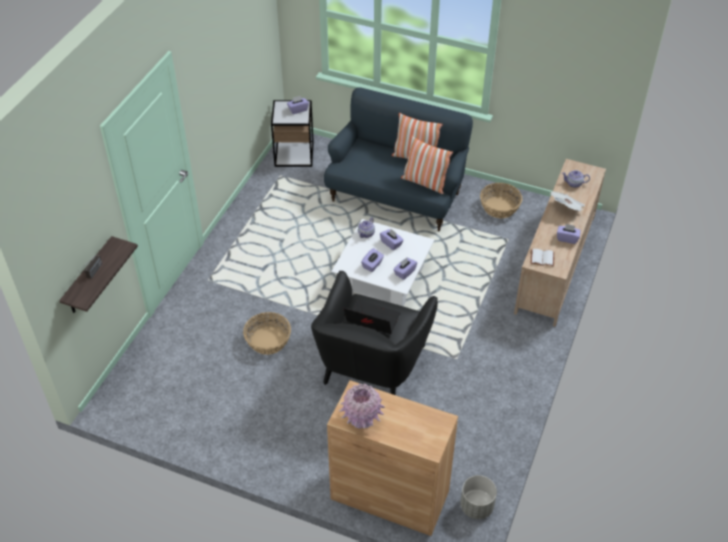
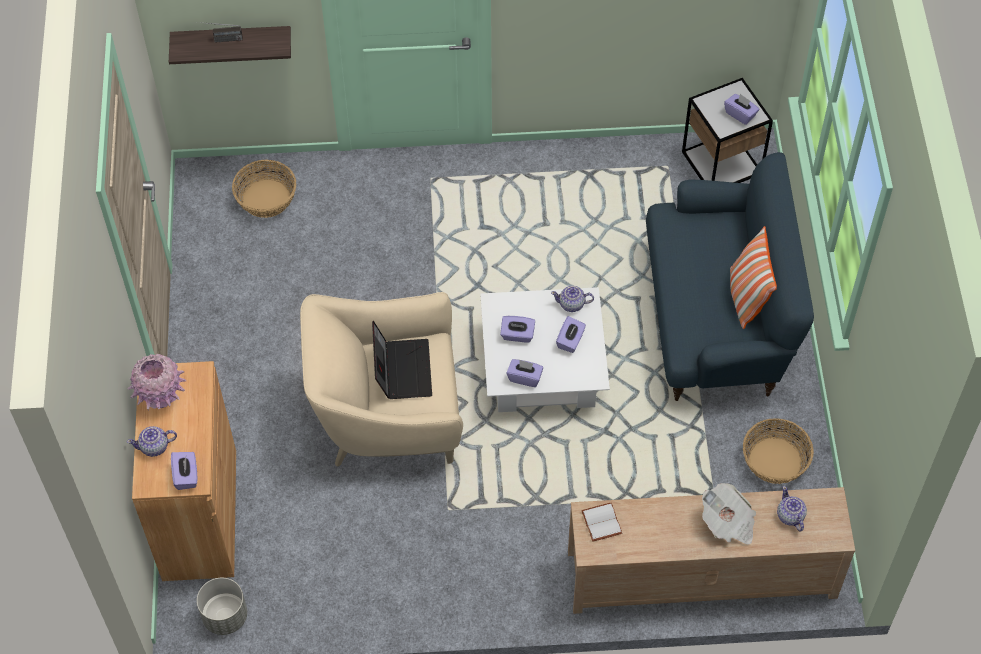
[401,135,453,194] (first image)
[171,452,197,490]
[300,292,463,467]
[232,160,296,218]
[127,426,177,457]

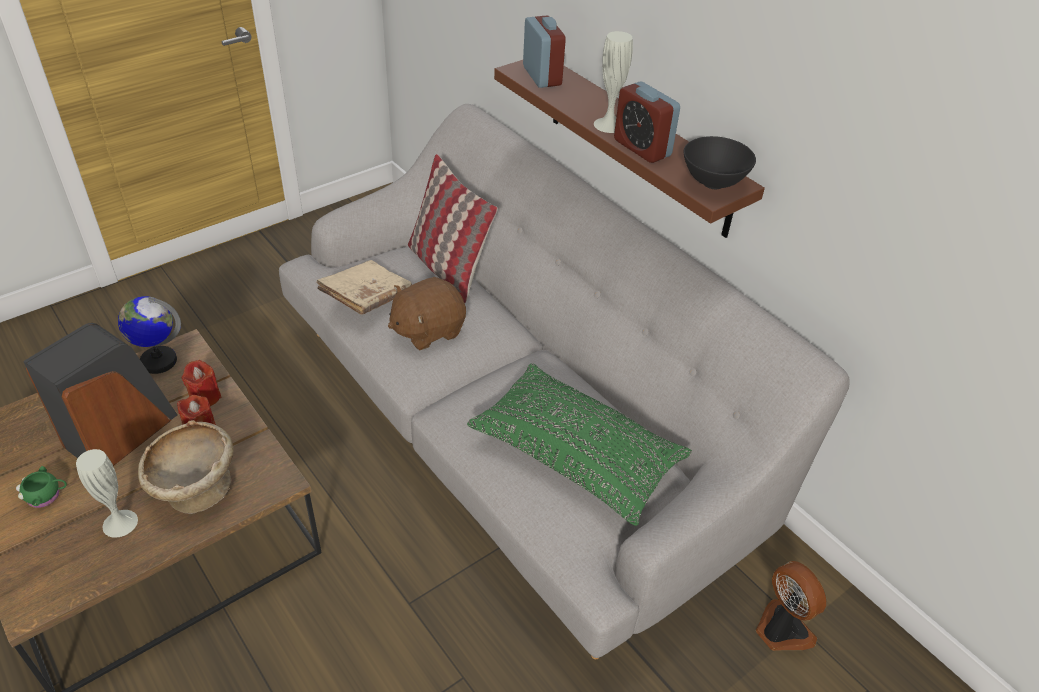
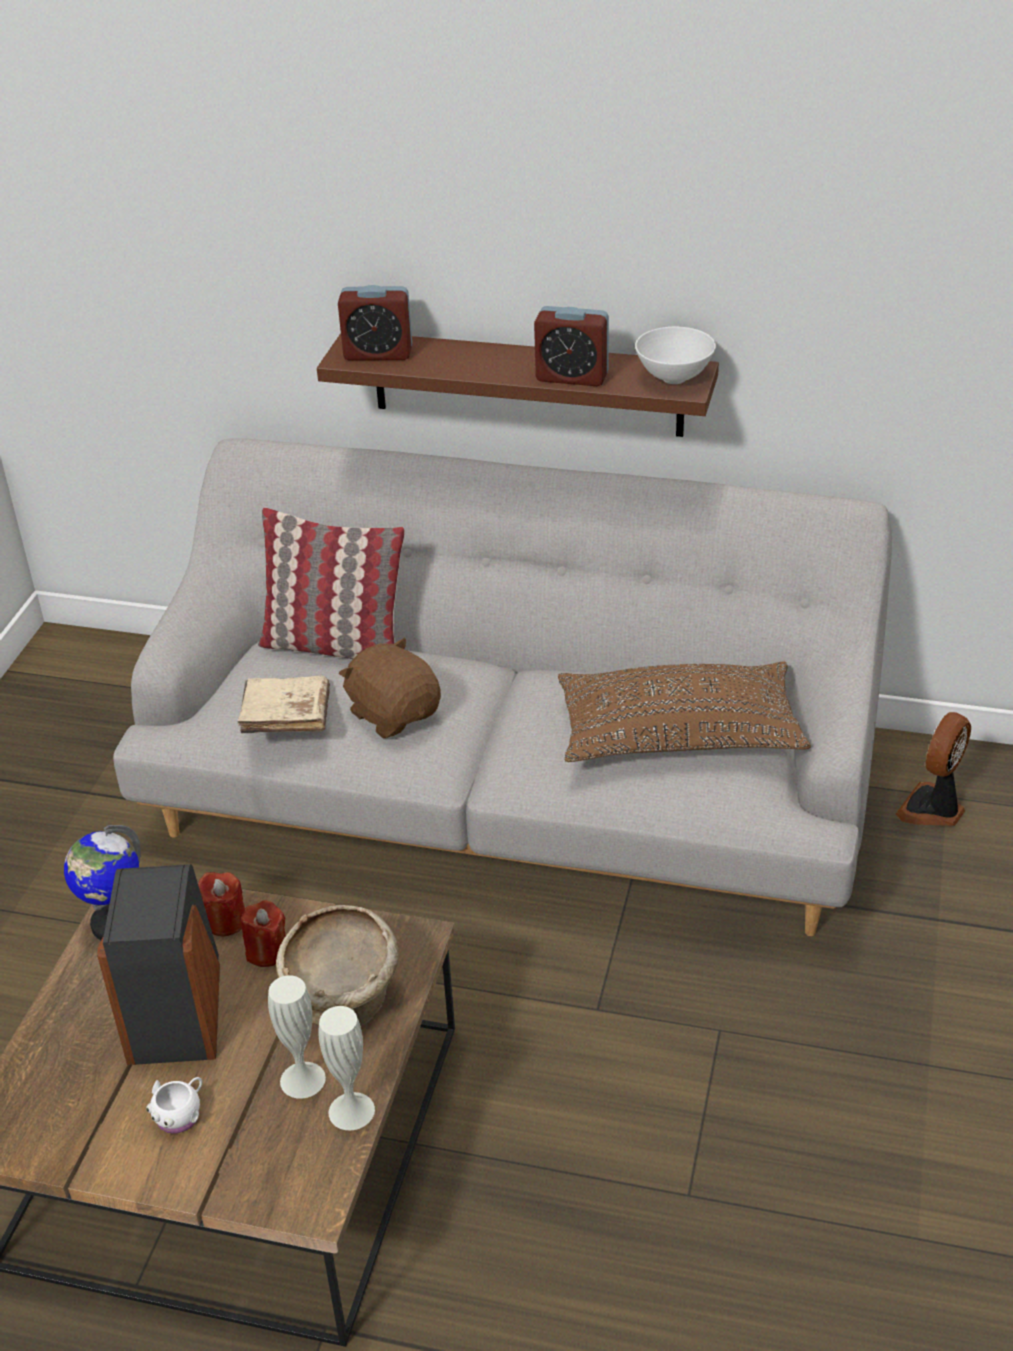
[338,285,412,361]
[319,1006,375,1131]
[635,327,716,384]
[339,637,441,739]
[558,662,811,762]
[146,1077,202,1134]
[896,712,971,826]

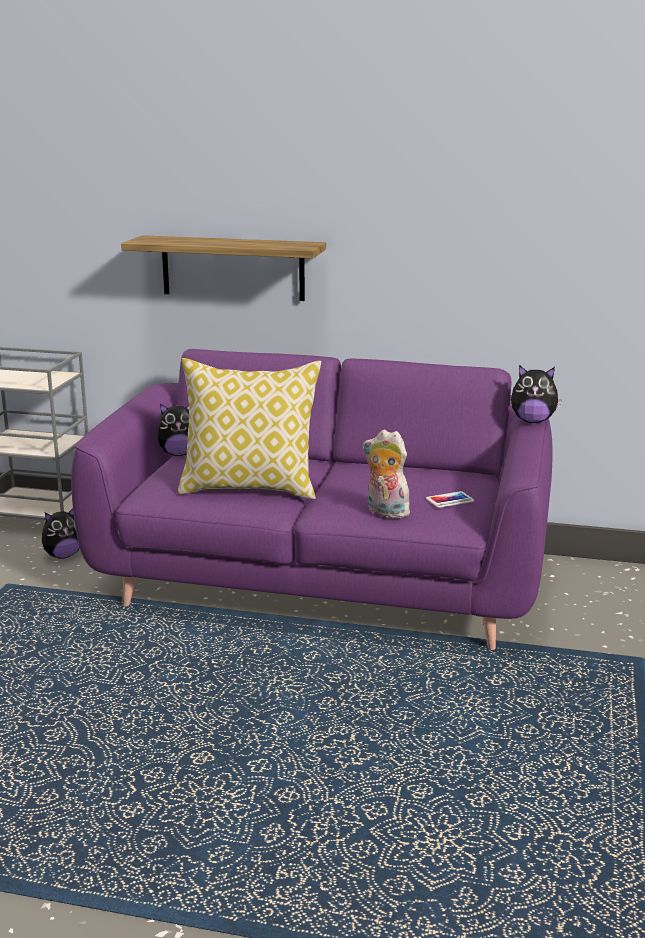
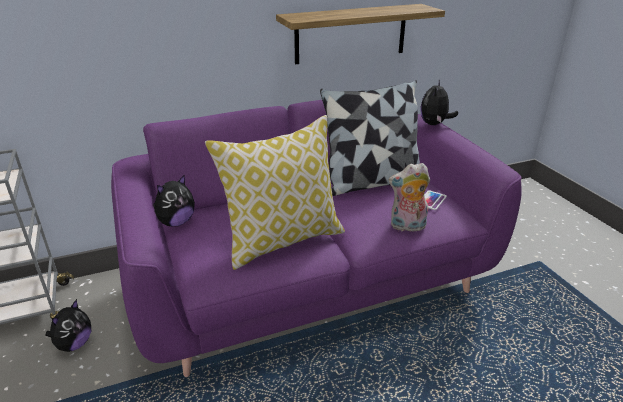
[276,4,445,64]
[420,80,458,125]
[320,80,420,196]

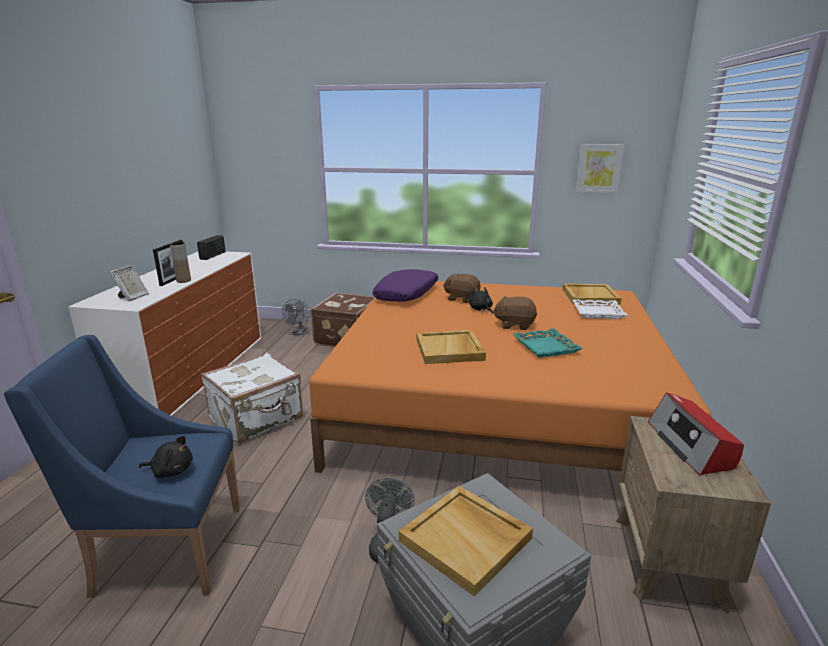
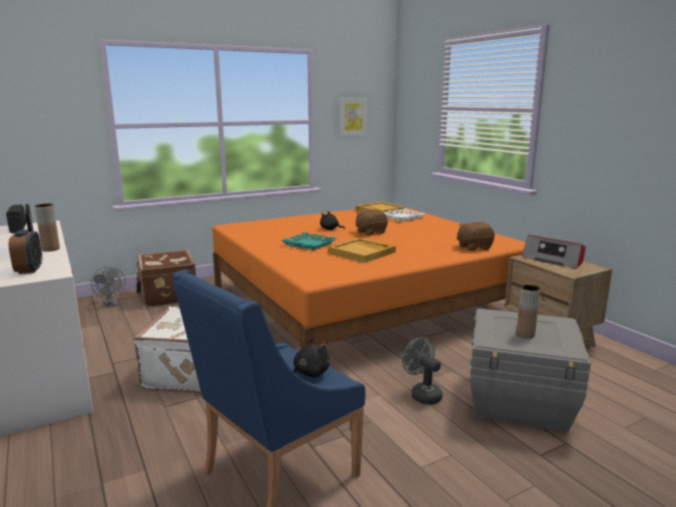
[8,229,42,274]
[373,269,438,302] (first image)
[456,222,495,251]
[281,232,336,250]
[516,285,540,338]

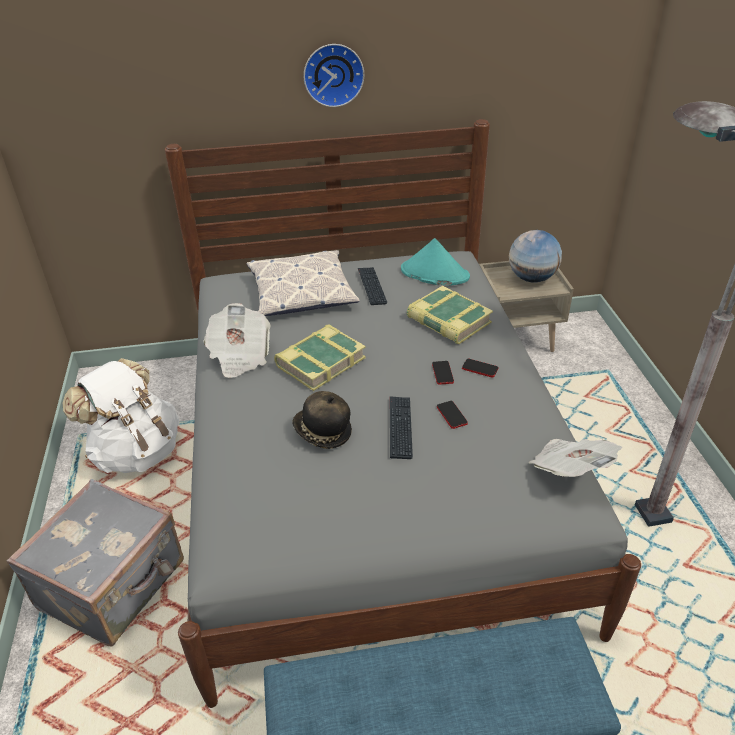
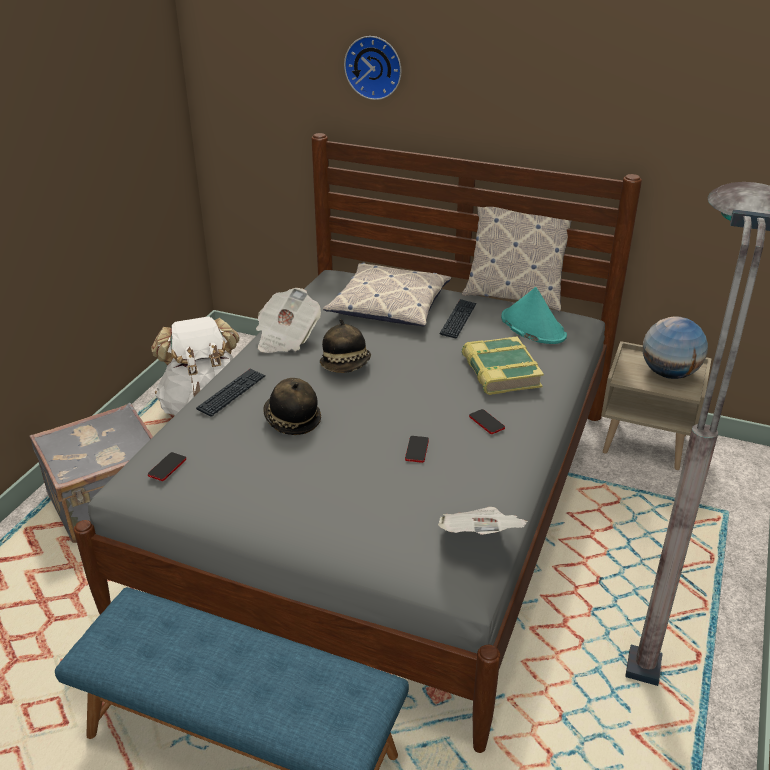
[344,36,401,100]
[320,319,371,373]
[148,452,186,481]
[196,368,266,417]
[462,207,572,312]

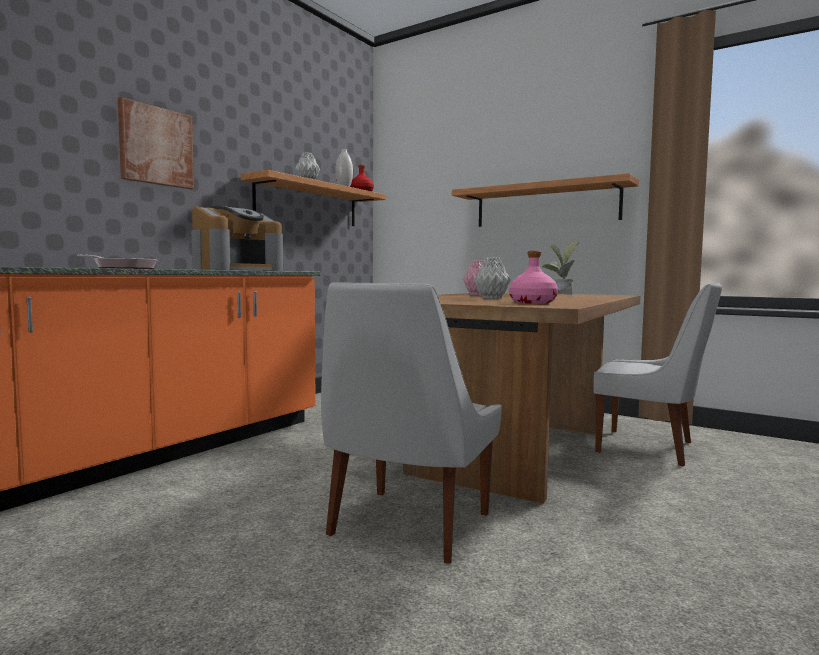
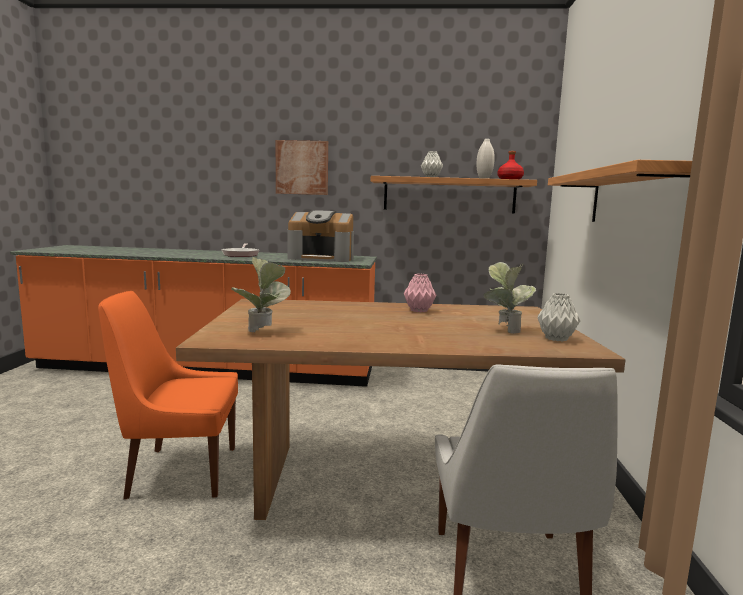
[231,257,291,332]
[538,293,580,341]
[98,291,238,499]

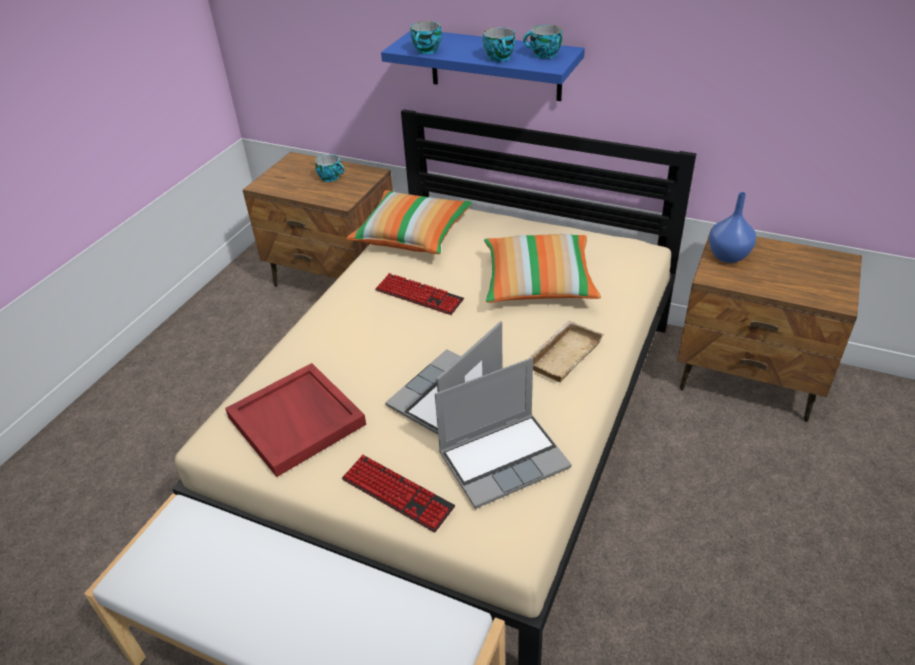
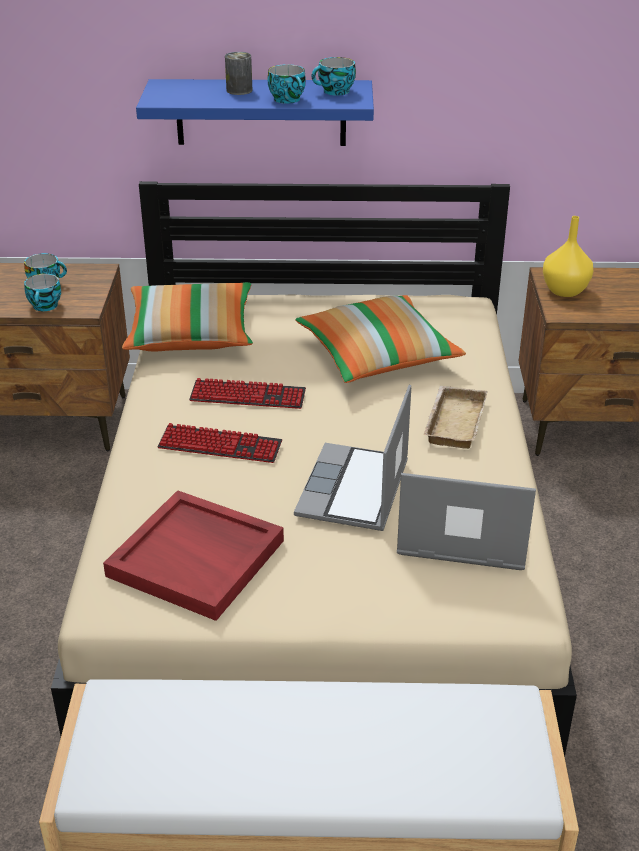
[24,274,61,311]
[543,216,593,297]
[397,473,536,570]
[157,423,282,463]
[225,52,252,95]

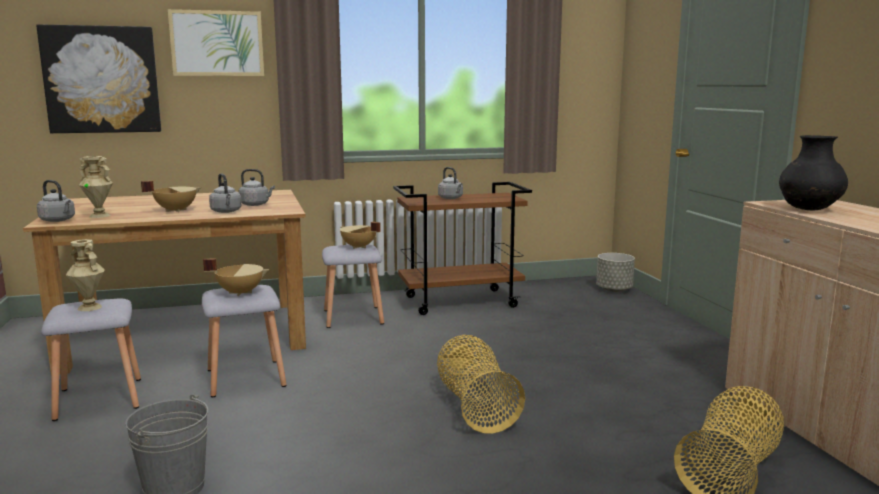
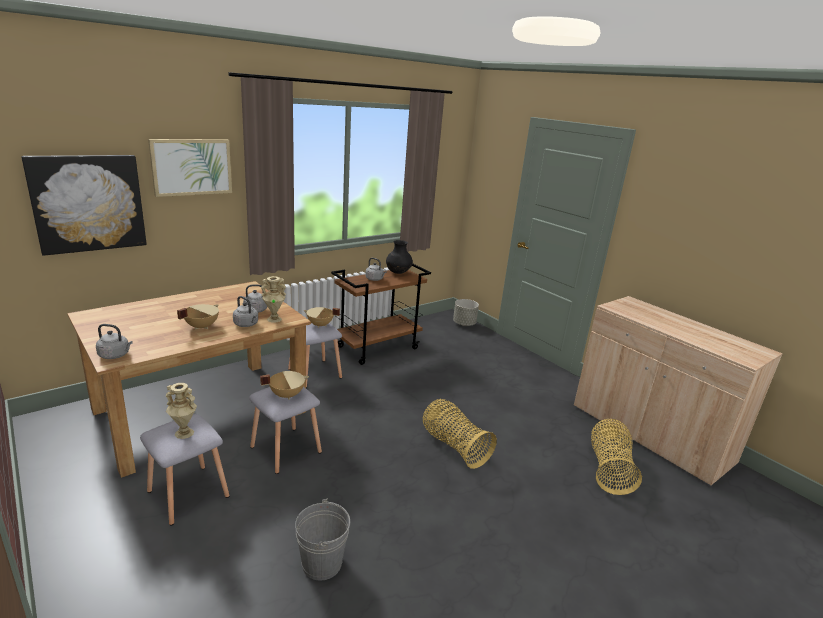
[386,240,413,274]
[261,276,286,323]

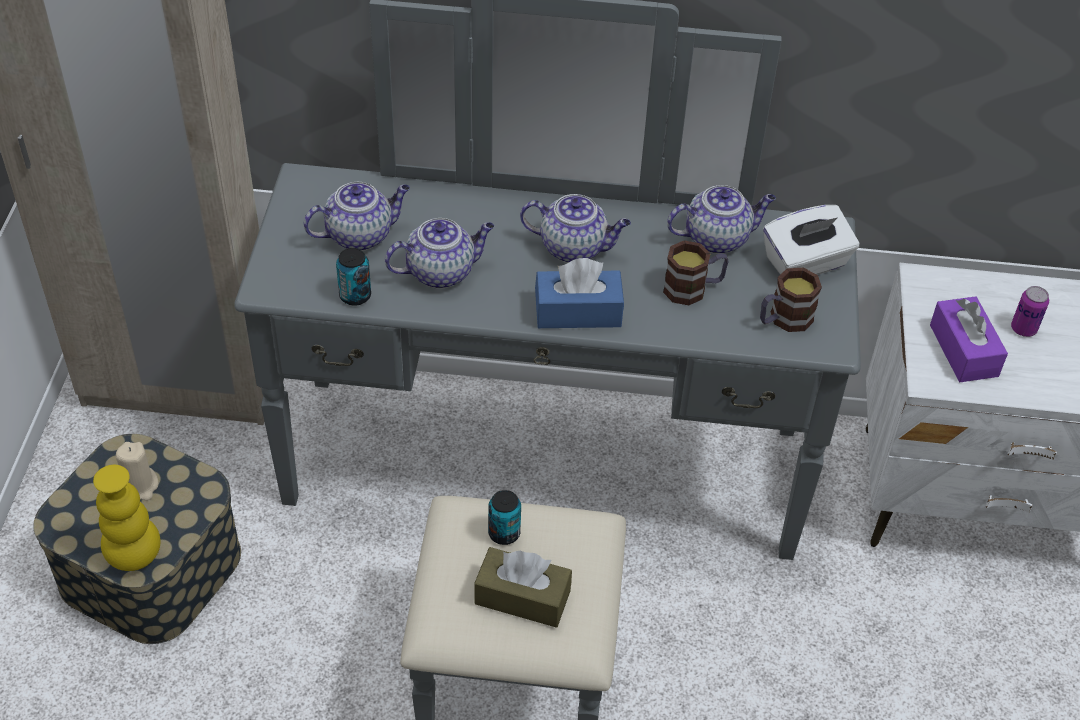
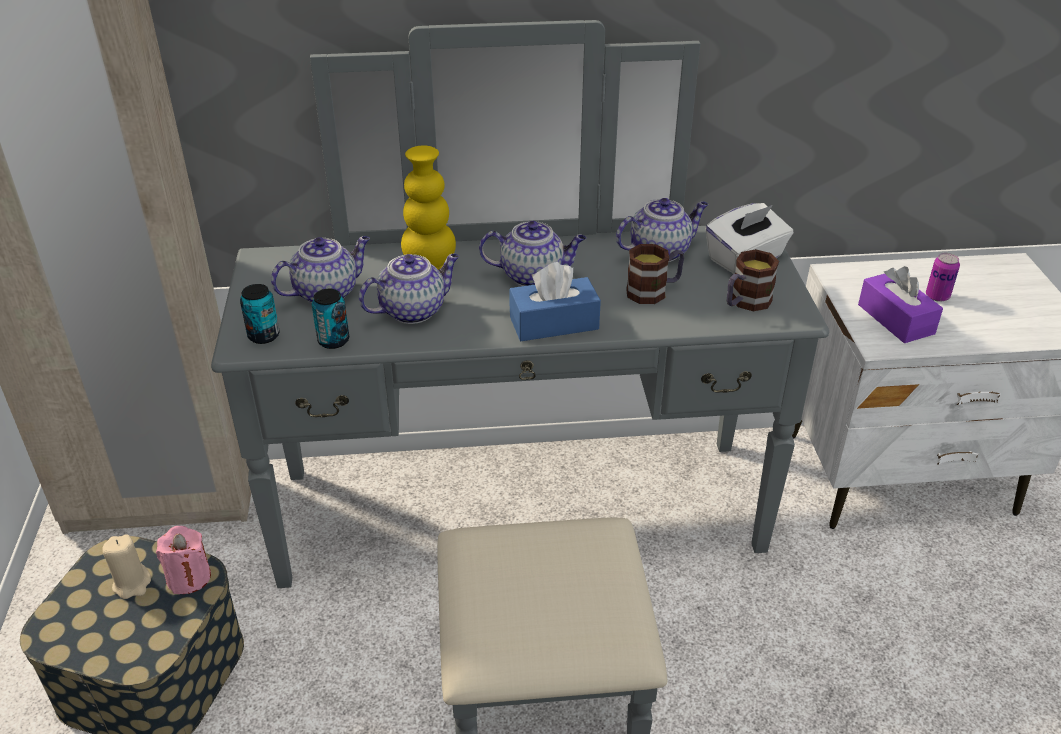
[401,145,456,270]
[240,284,280,344]
[474,547,572,628] (first image)
[156,526,211,594]

